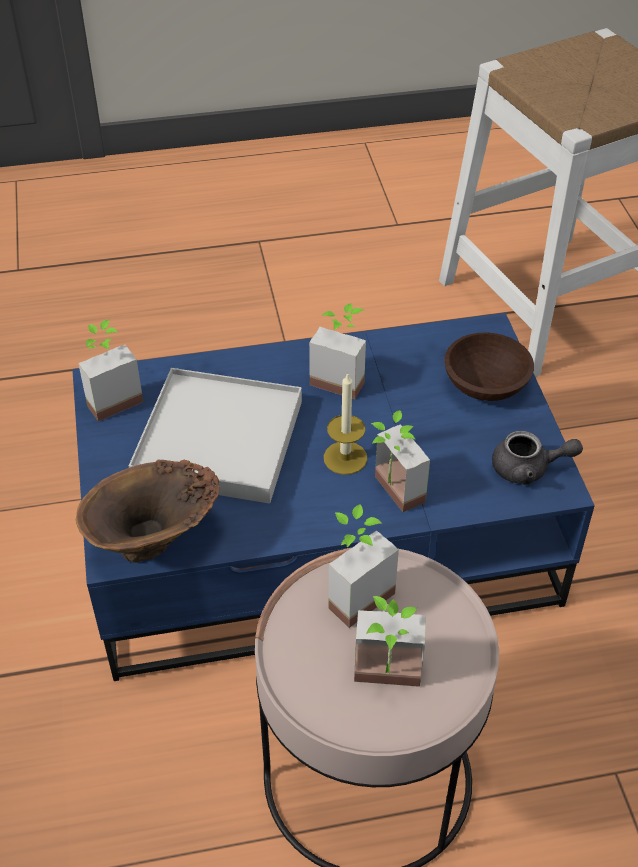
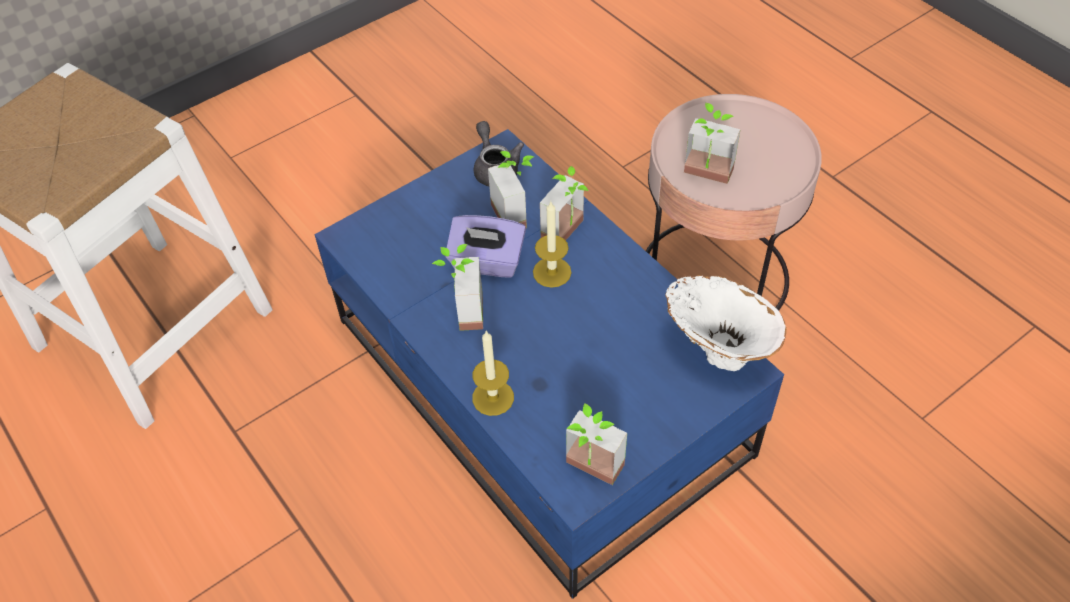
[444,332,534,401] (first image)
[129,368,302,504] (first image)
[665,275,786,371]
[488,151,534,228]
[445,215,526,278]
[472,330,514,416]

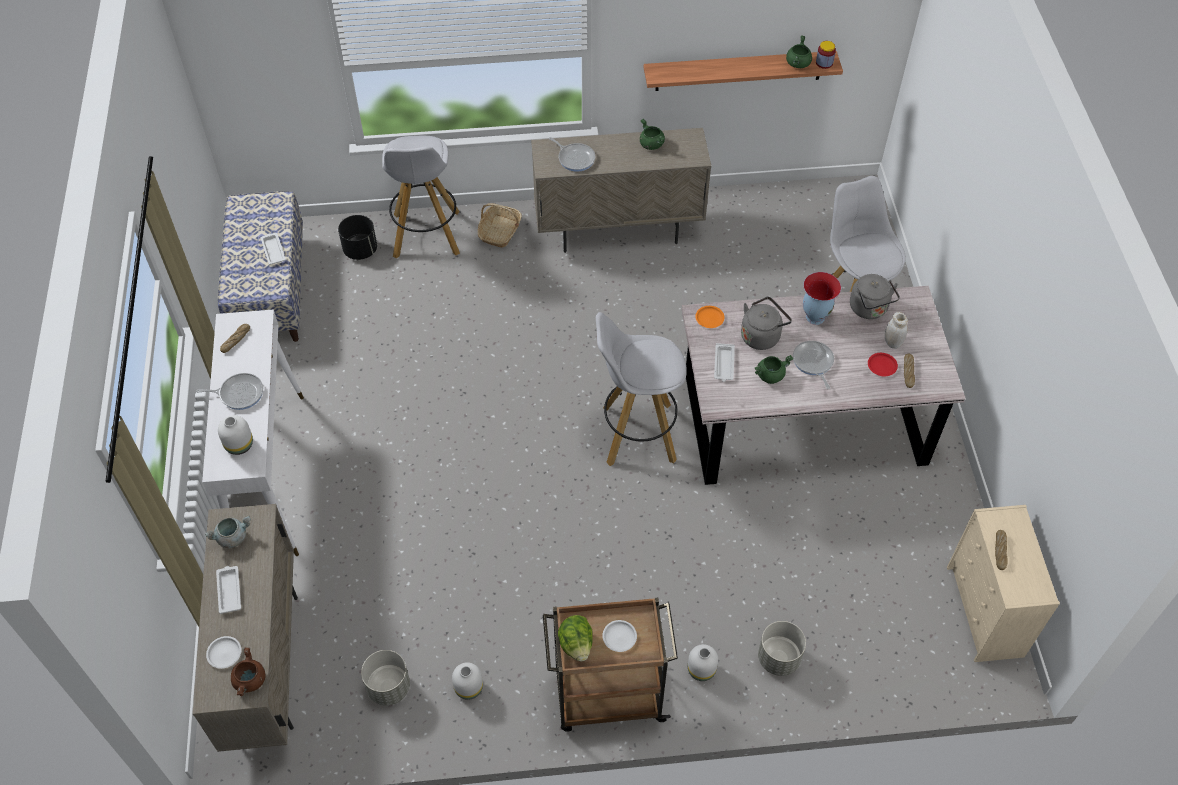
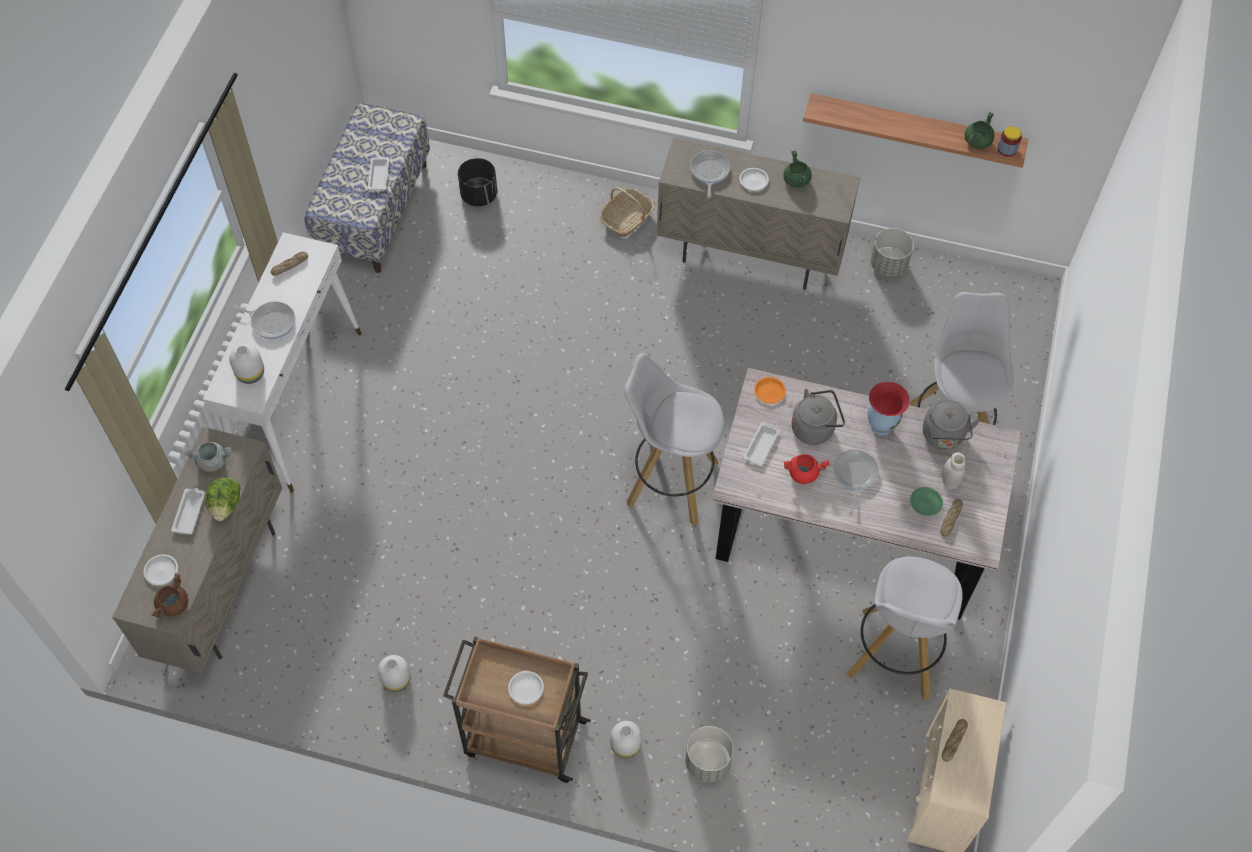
[846,556,963,700]
[690,150,730,198]
[910,487,943,516]
[784,454,830,484]
[205,477,241,521]
[871,228,914,277]
[740,168,769,191]

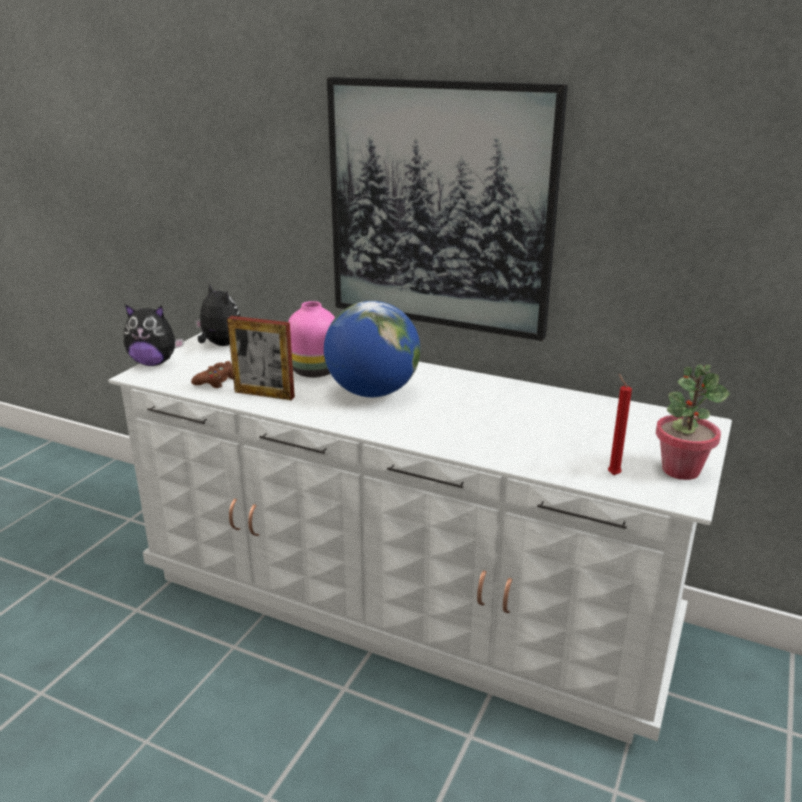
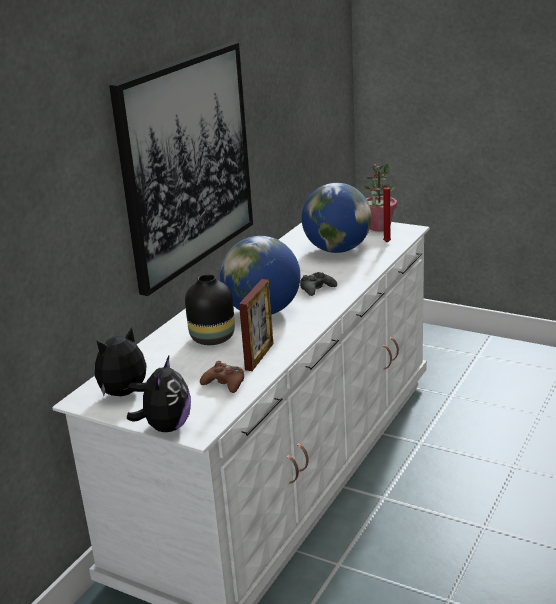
[185,274,235,345]
[302,183,372,253]
[300,272,337,296]

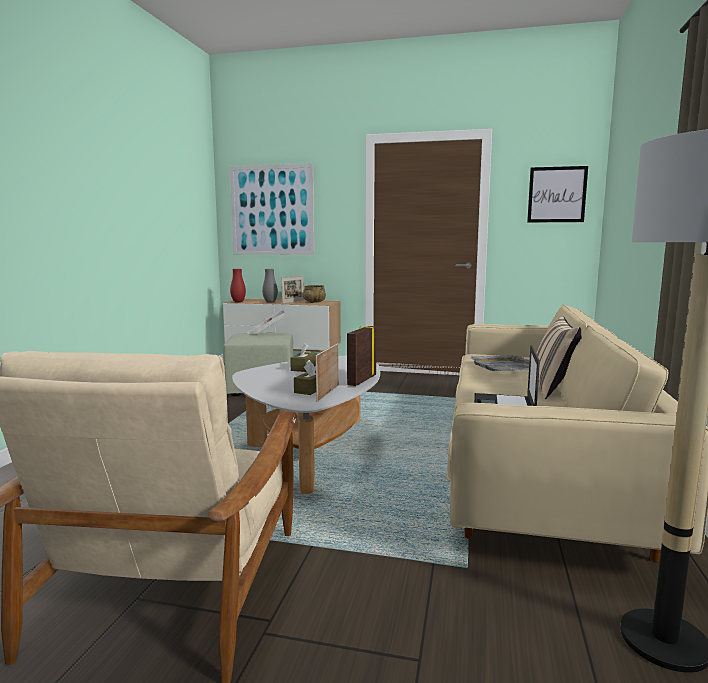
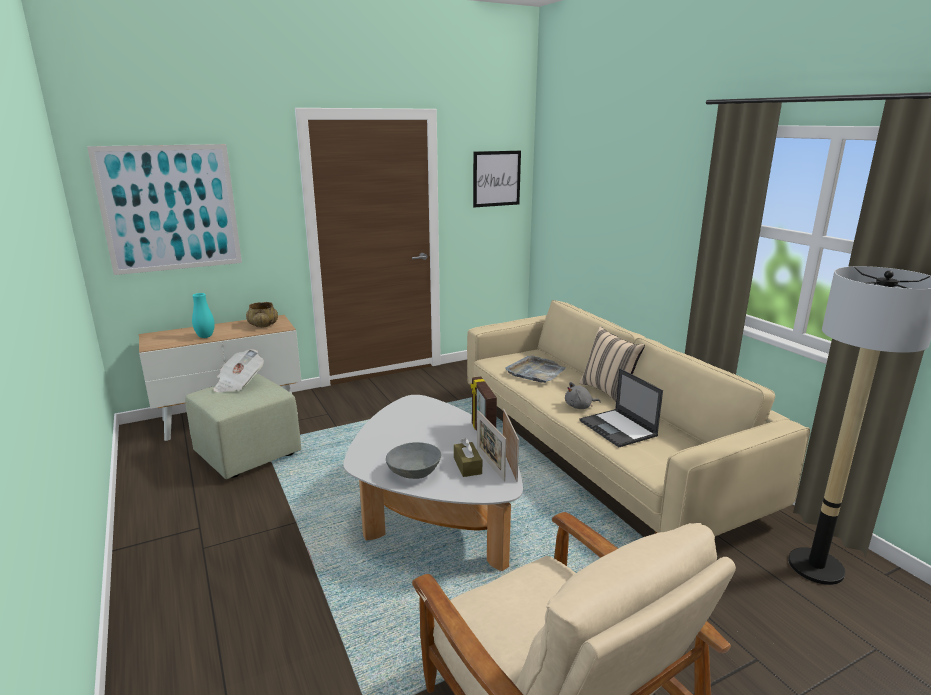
[230,269,246,302] (first image)
[192,293,215,338]
[503,409,519,482]
[290,343,317,372] (first image)
[565,382,601,409]
[386,442,441,479]

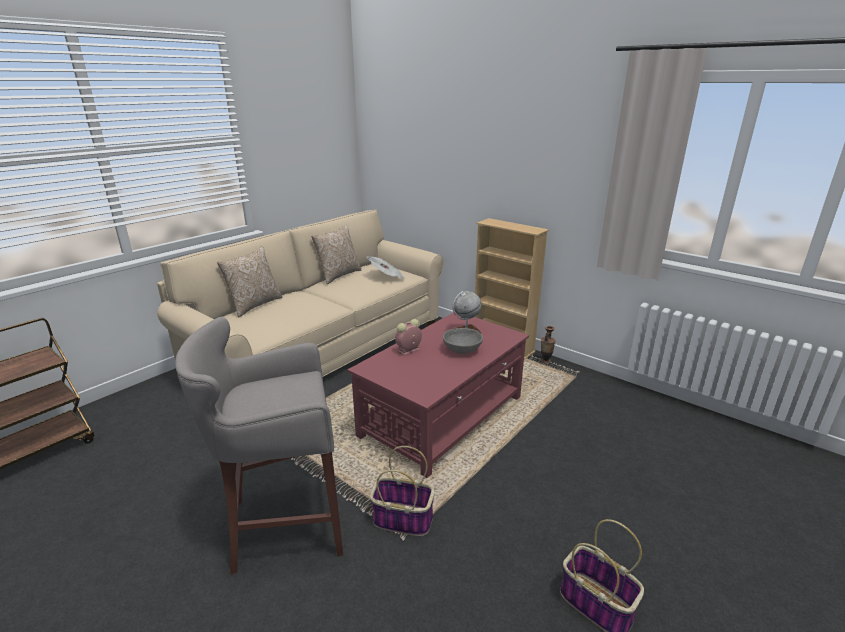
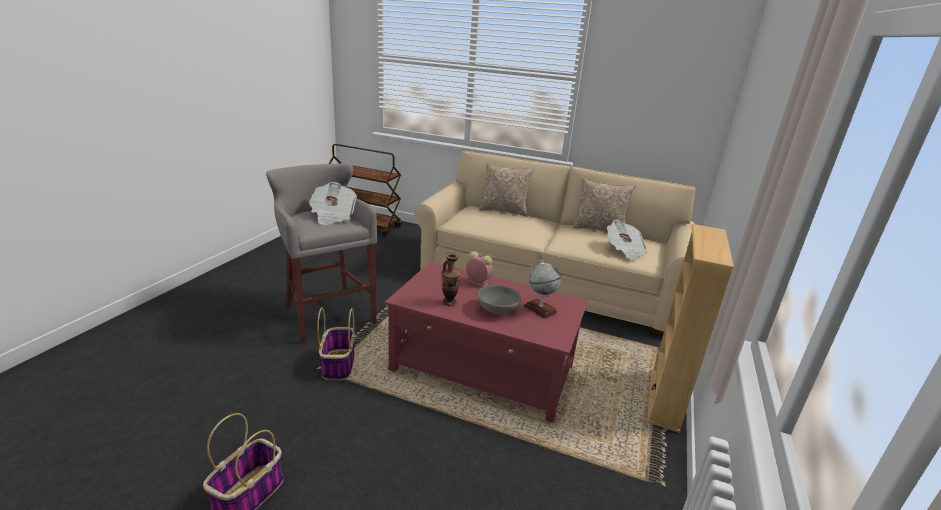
[442,254,461,306]
[309,182,357,225]

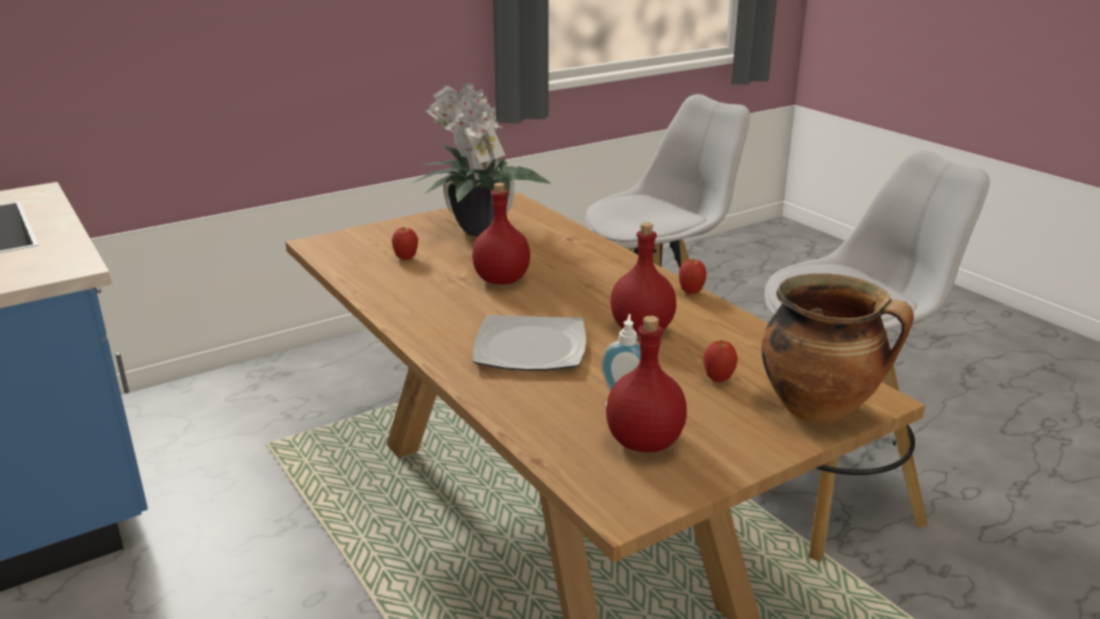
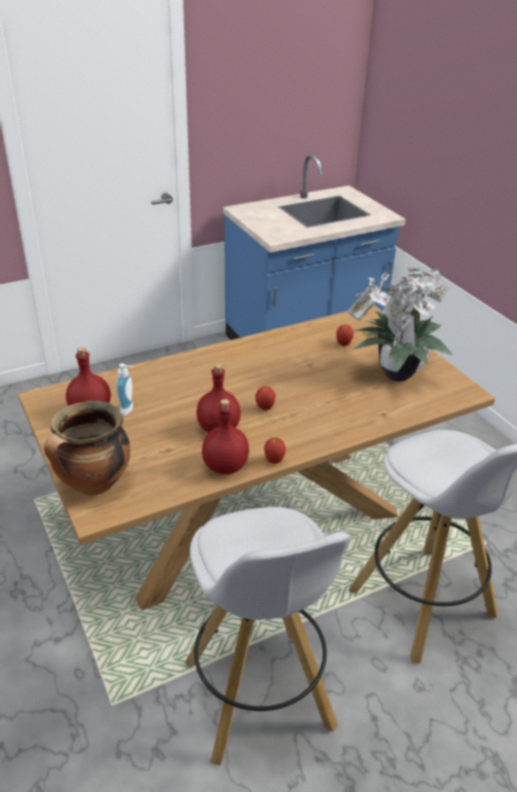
[202,399,249,474]
[473,315,586,371] (first image)
[255,386,276,410]

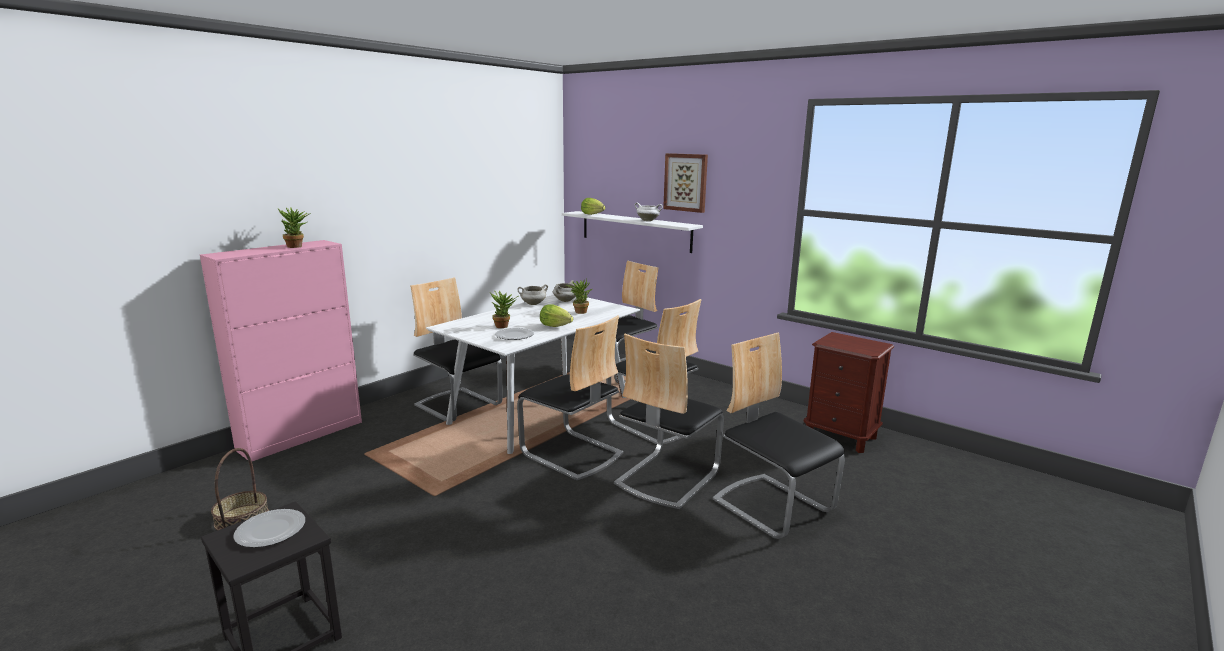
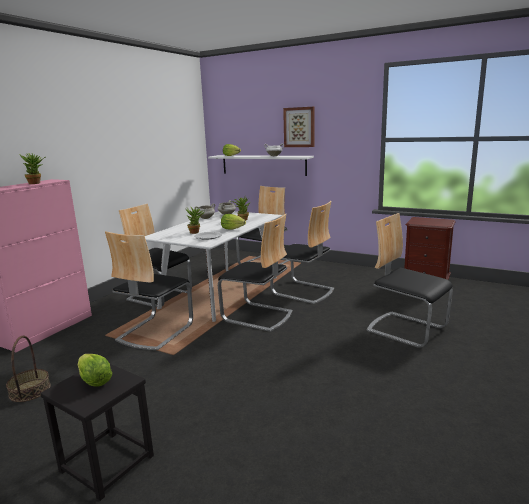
[105,231,193,350]
[78,354,112,387]

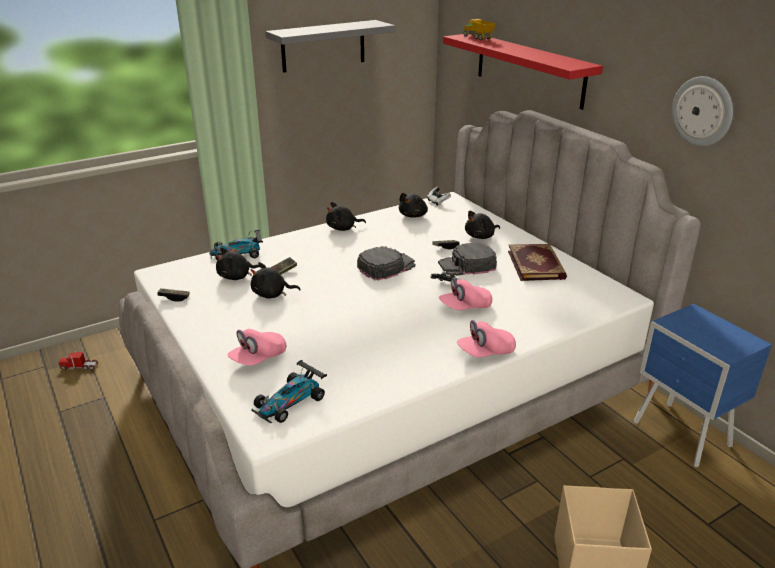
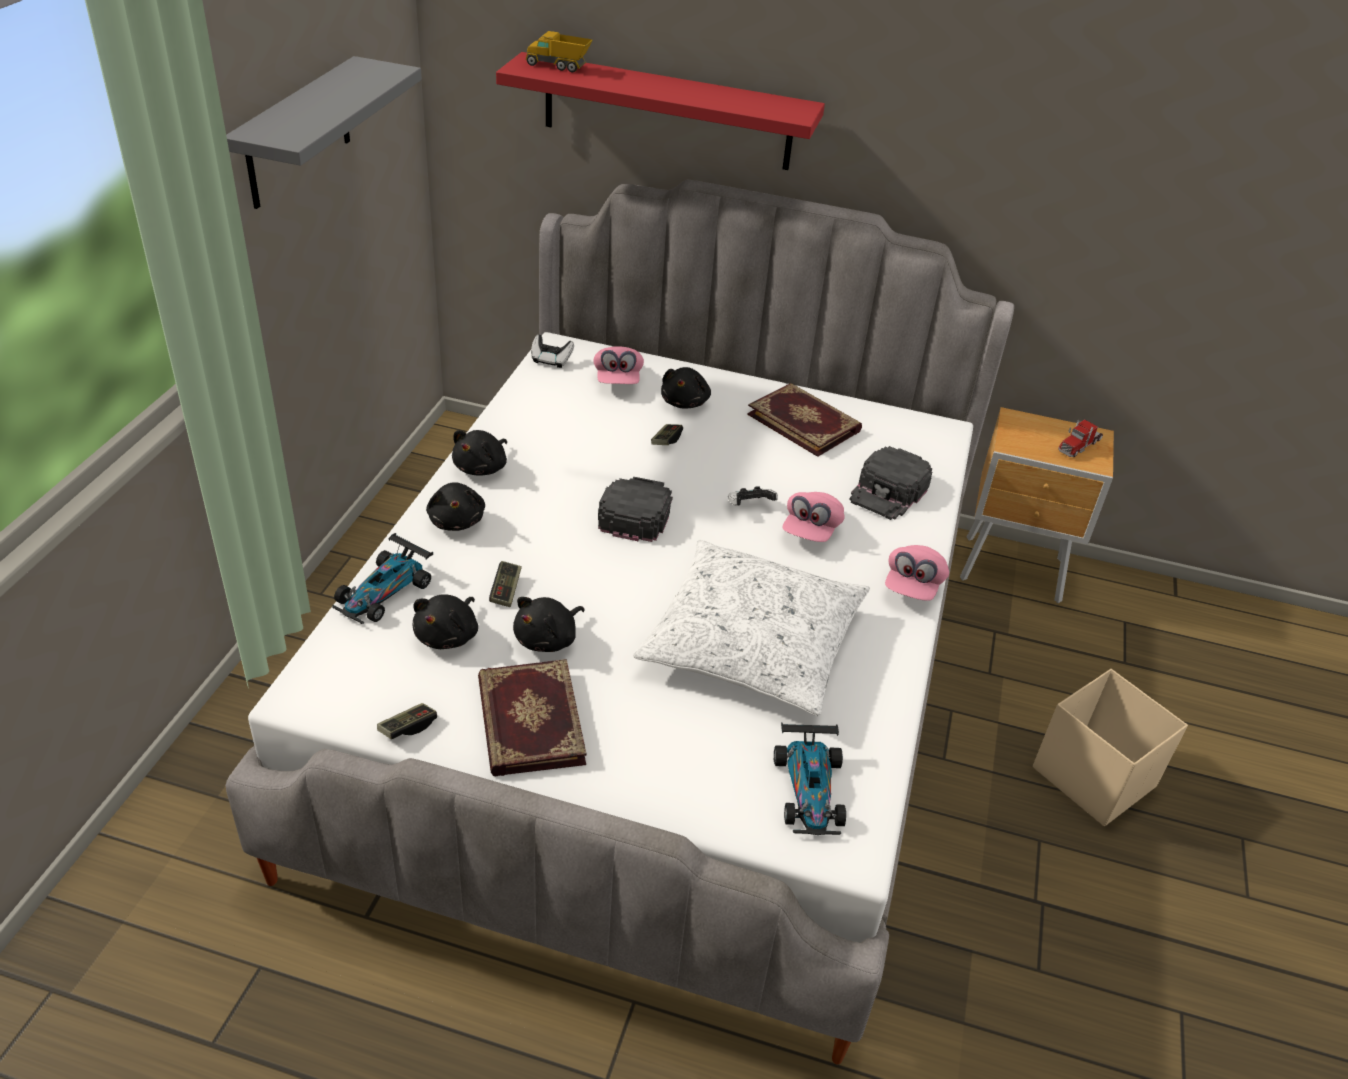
[672,76,733,146] (first image)
[426,482,485,531]
[849,446,932,520]
[960,407,1114,603]
[593,347,644,384]
[1058,420,1103,457]
[633,540,870,716]
[478,659,587,776]

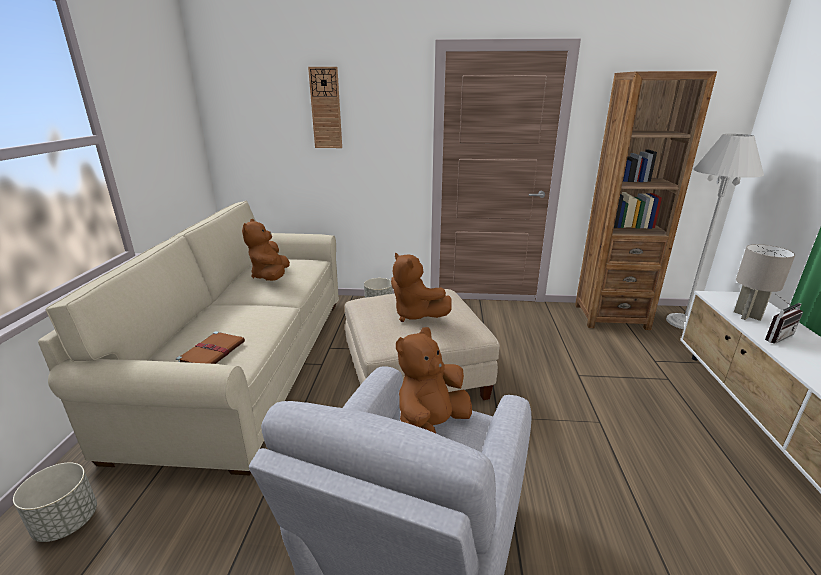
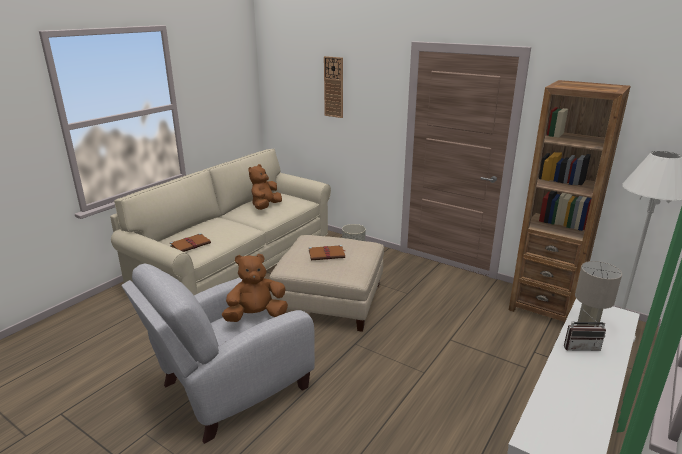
[309,245,345,260]
[13,462,97,542] (first image)

